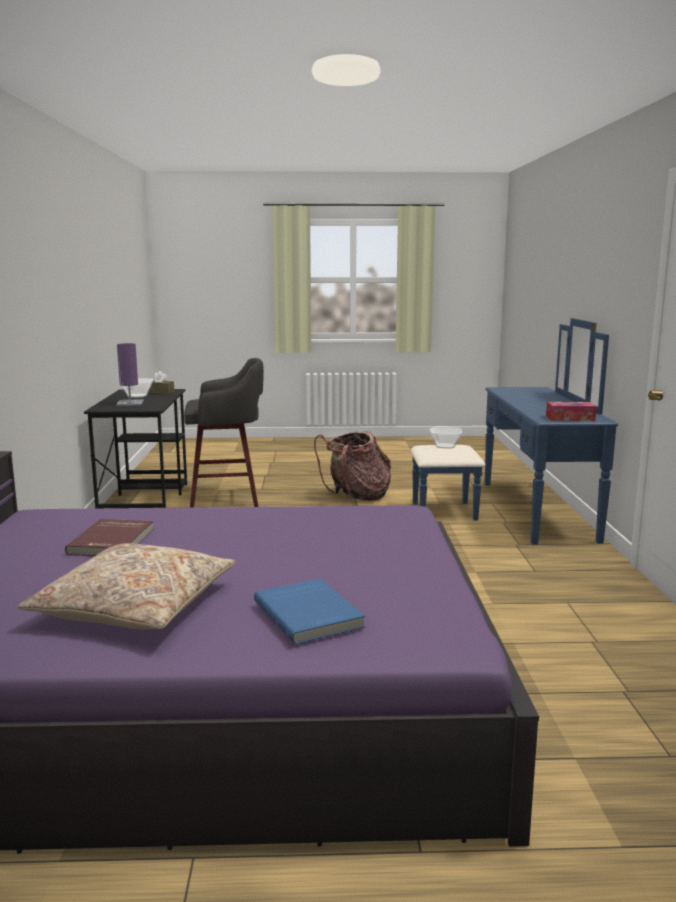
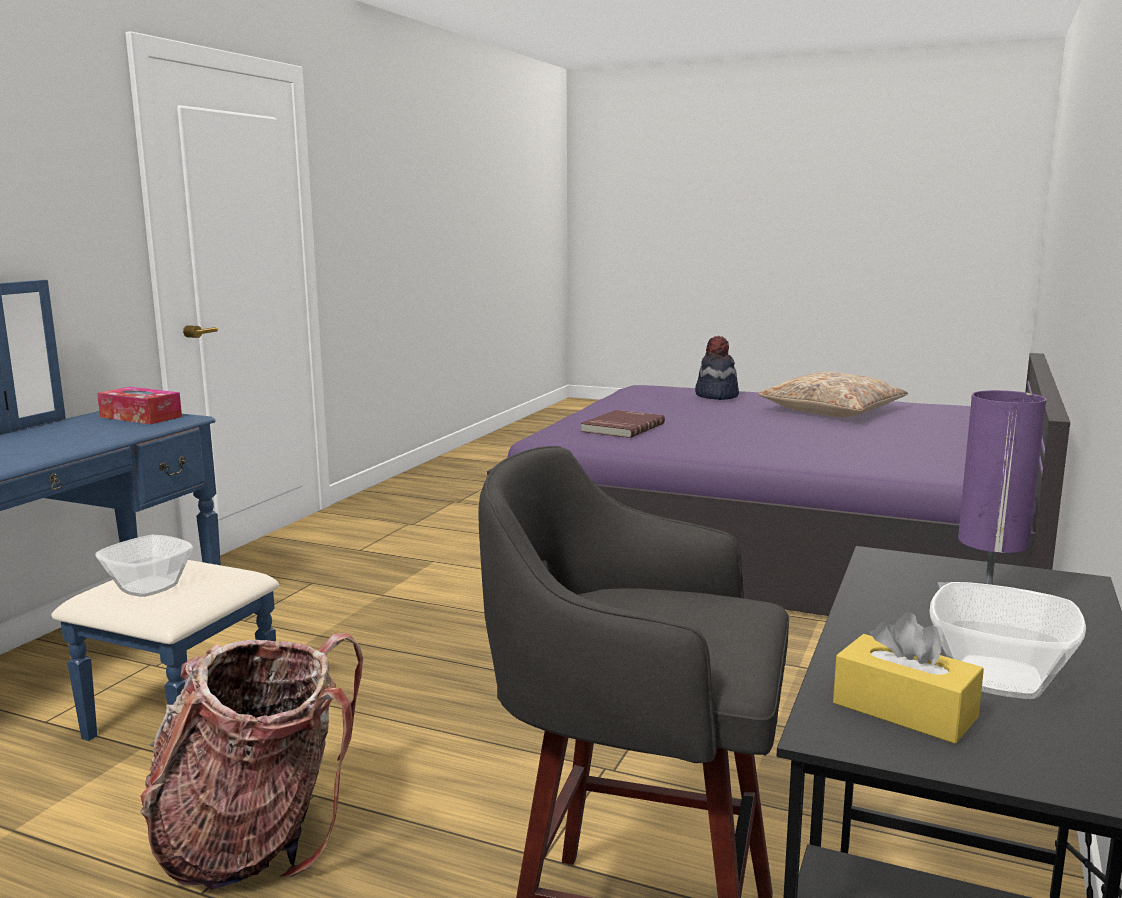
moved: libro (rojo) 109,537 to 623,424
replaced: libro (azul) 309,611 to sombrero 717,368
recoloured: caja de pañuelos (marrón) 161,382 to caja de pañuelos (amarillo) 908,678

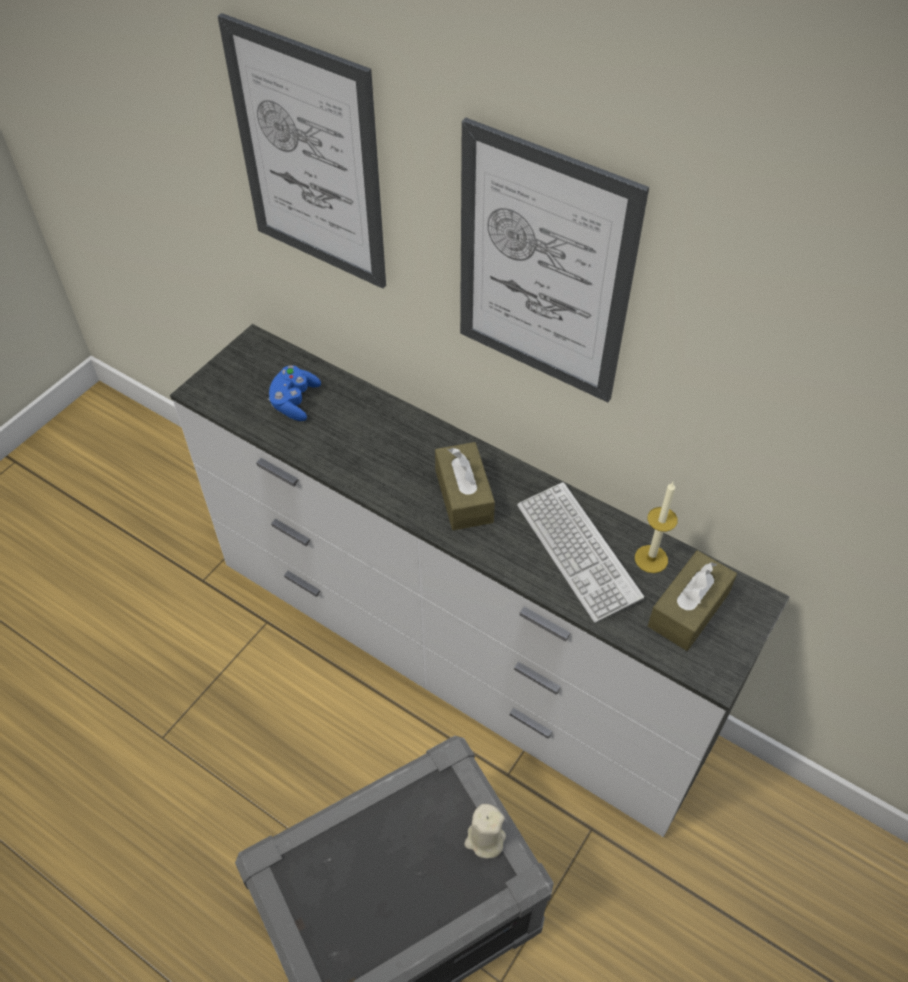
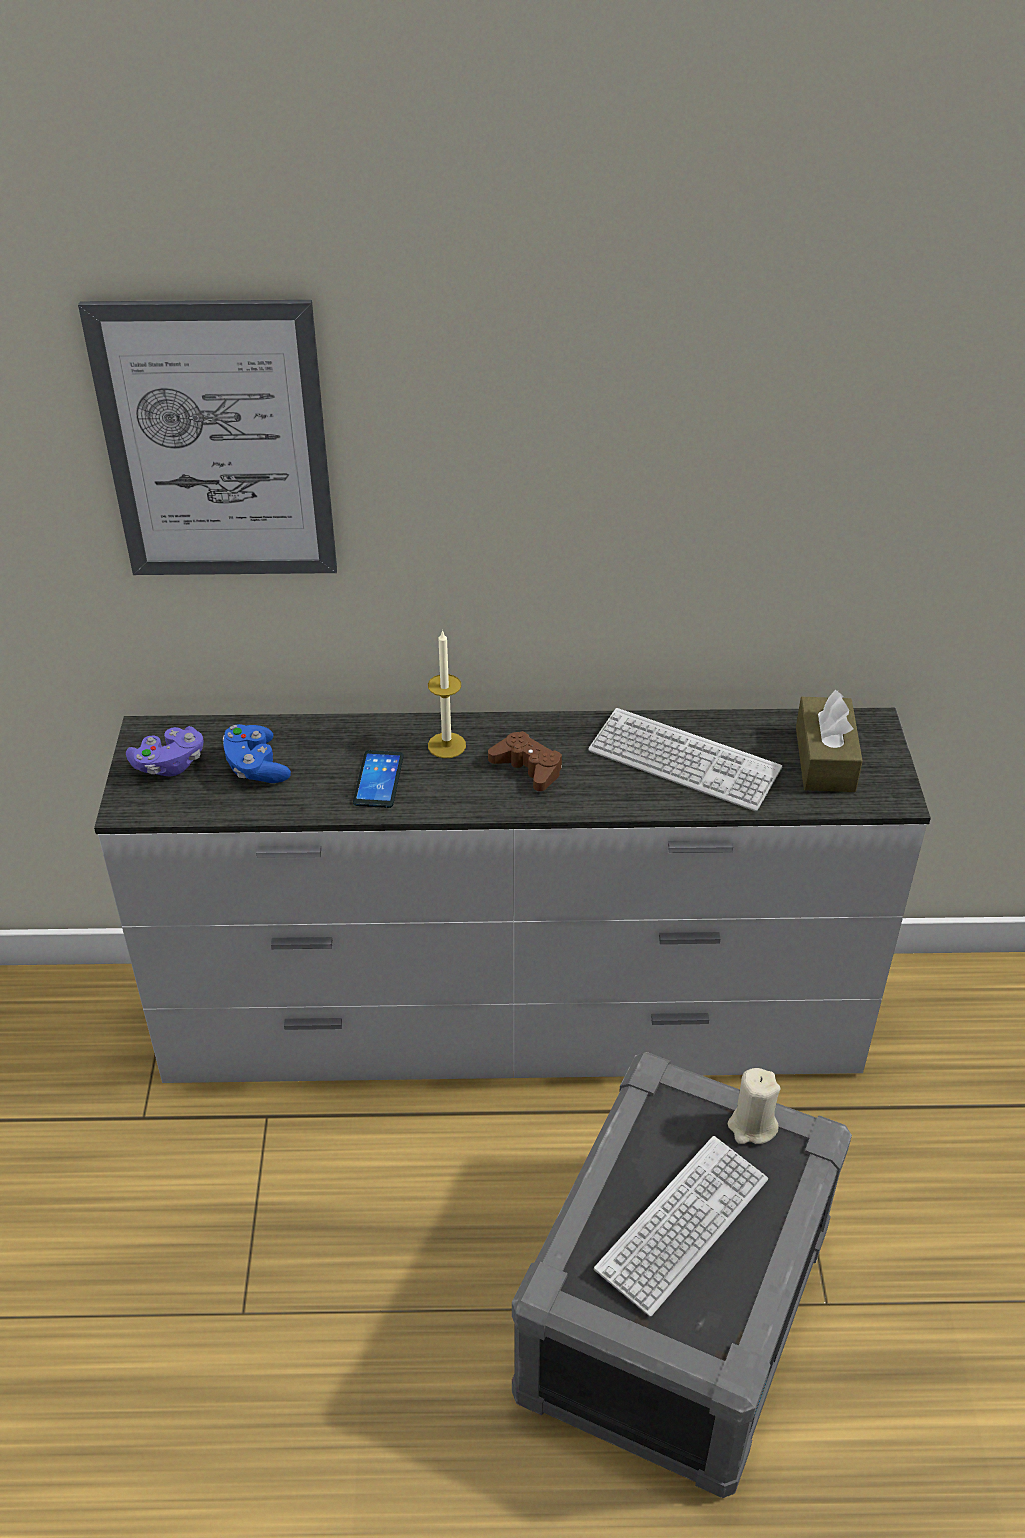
removed: cuadro 554,260
added: mando de consola (morado) 165,751; móvil 378,779; teclado 681,1226
moved: vela 656,527 to 447,694
replaced: caja de pañuelos (marrón) 465,486 to mando de consola (marrón) 525,761

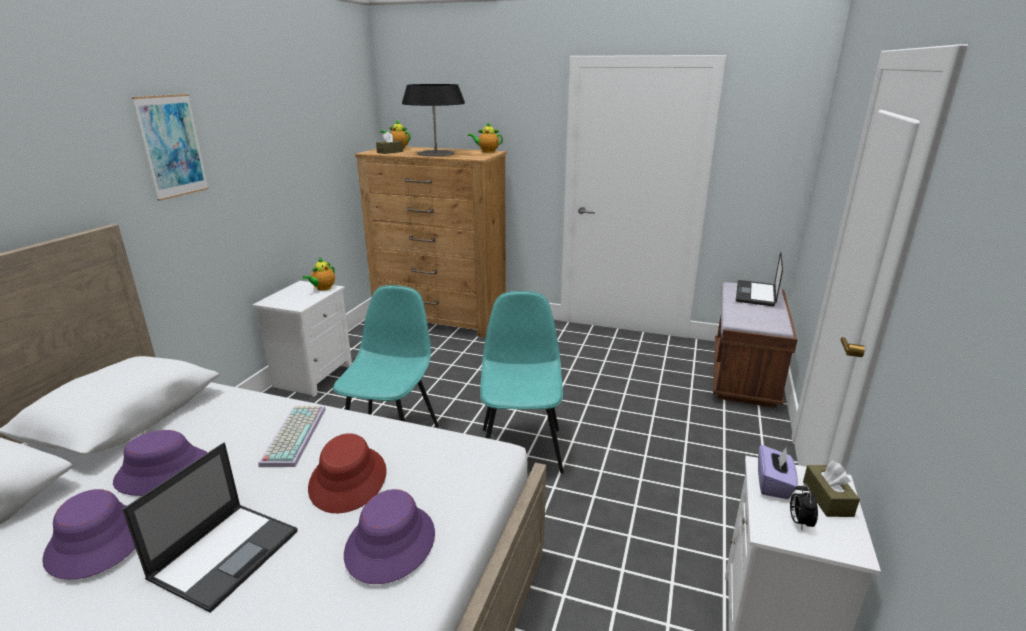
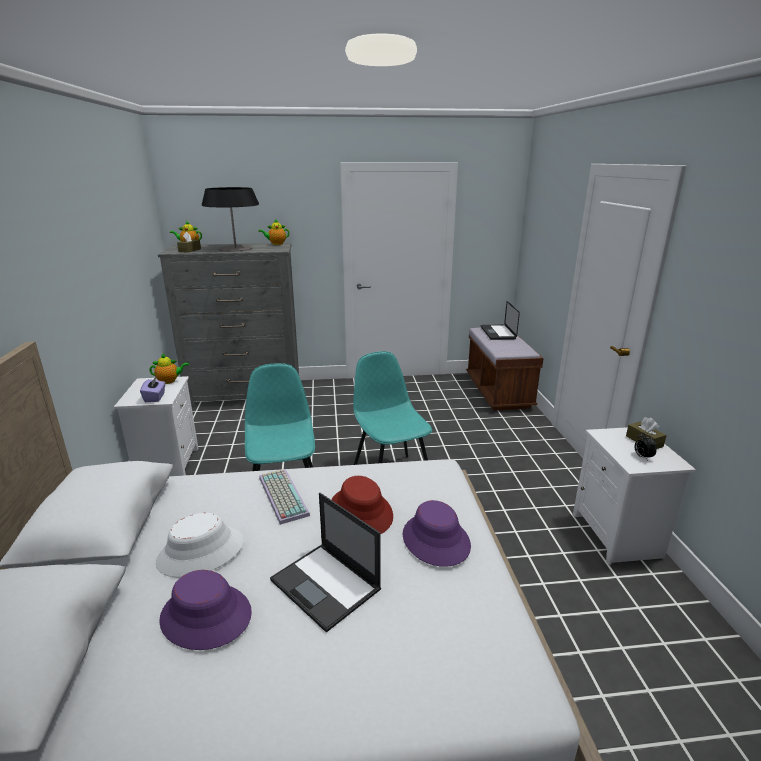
removed: cuadro 170,147
moved: caja de pañuelos (morado) 778,472 to 153,389
recoloured: sombrero (morado) 160,463 to sombrero (blanco) 200,545; cómoda (marrón) 431,242 to cómoda (gris) 228,325
turned: tetera 319,274 = 169,368 105 degrees counterclockwise; portátil 209,527 = 325,563 135 degrees clockwise

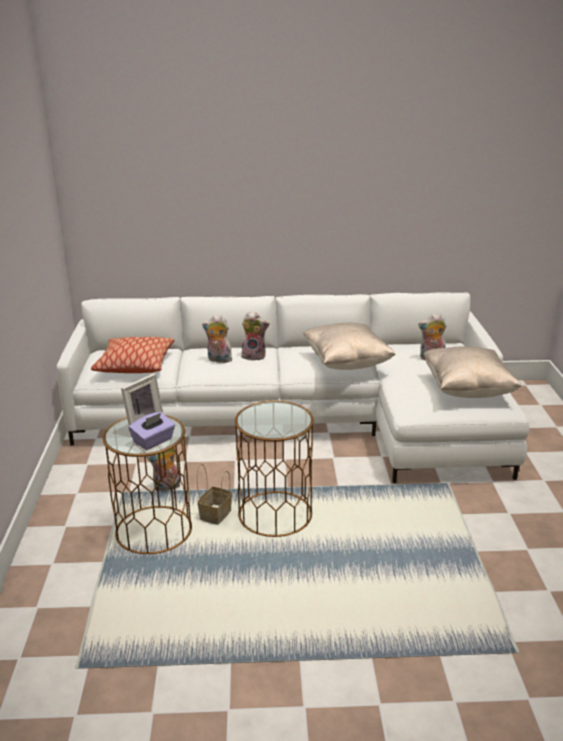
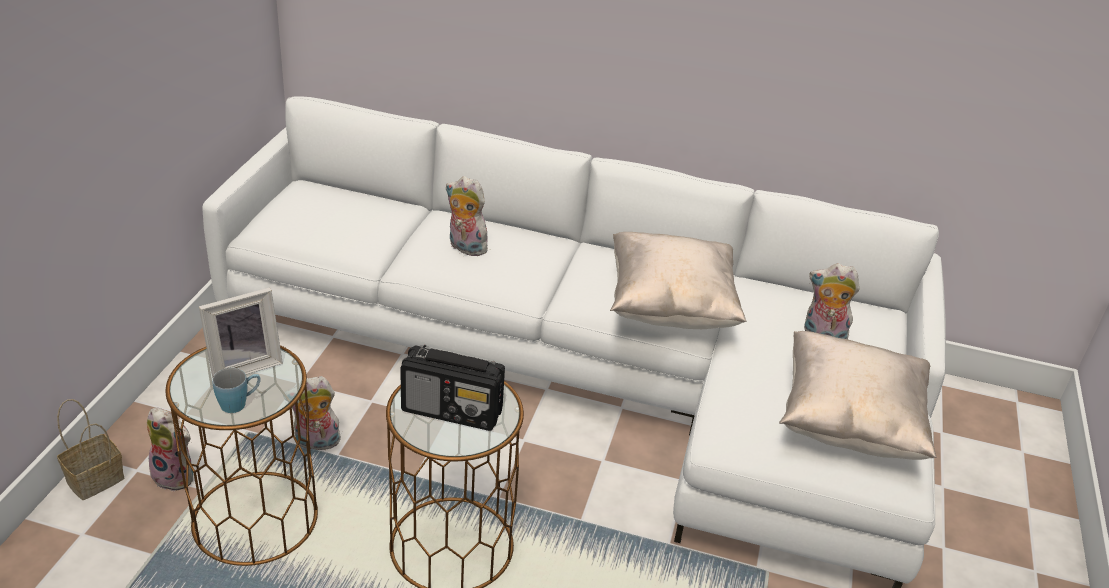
removed: cojín 132,355
added: radio 452,388
moved: cesta 214,494 to 90,449; peluche 255,336 to 170,449
replaced: caja de pañuelos (morado) 151,431 to taza grande (azul) 236,390

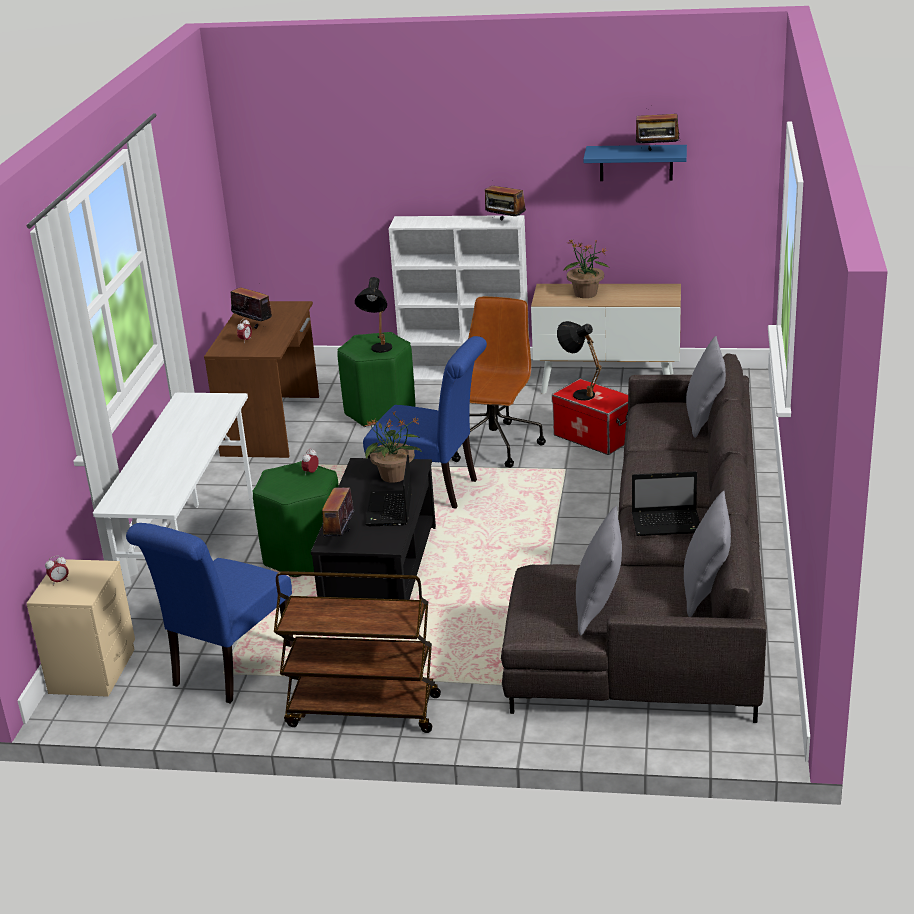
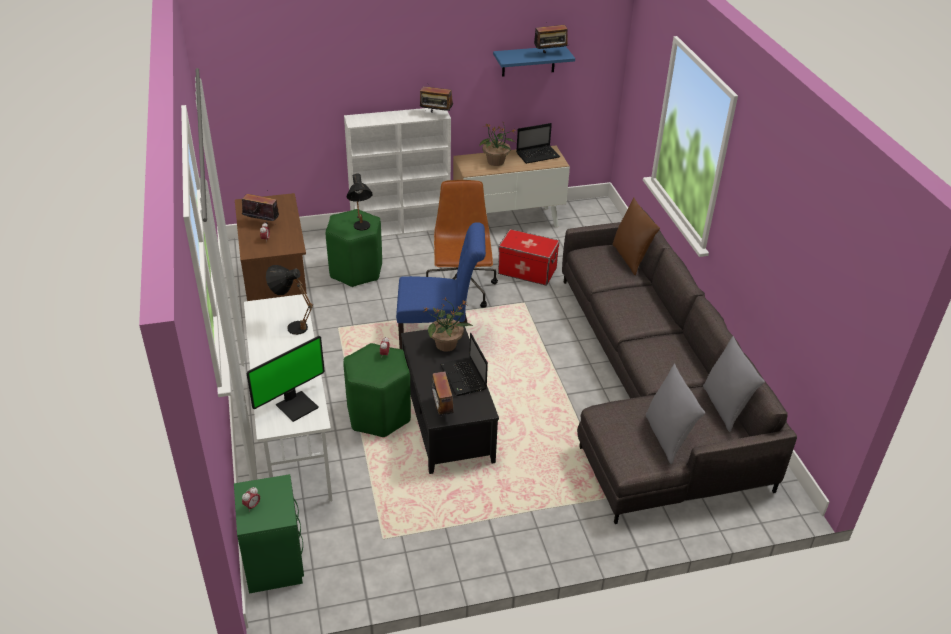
removed: silla (azul) 209,613; carrito (marrón) 357,652
added: monitor 285,379
moved: lámpara de mesa (negro) 579,360 to 289,300; portátil 666,503 to 538,143
recoloured: mesita de noche (beis) 80,628 to mesita de noche (verde) 269,534; cojín (gris) 706,387 to cojín (marrón) 636,236

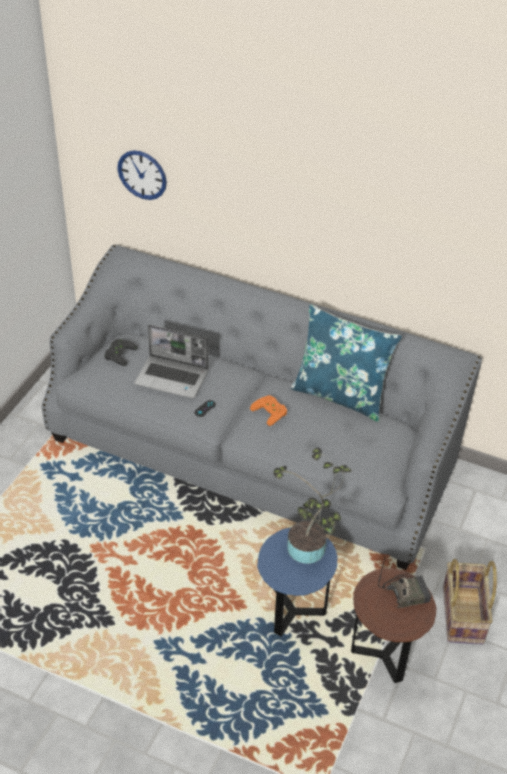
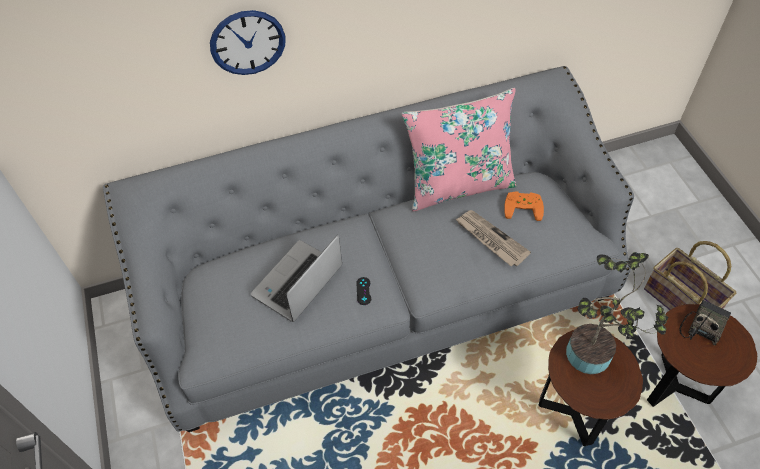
removed: mando de consola (negro) 121,352
added: periódico 493,238
moved: reloj de pared 142,175 to 248,42; mando de consola (naranja) 268,410 to 524,206
recoloured: cojín (azul) 346,363 to cojín (rosa) 459,149; mesa auxiliar (azul) 297,582 to mesa auxiliar (marrón) 591,388
turned: portátil 171,361 = 296,278 150 degrees clockwise

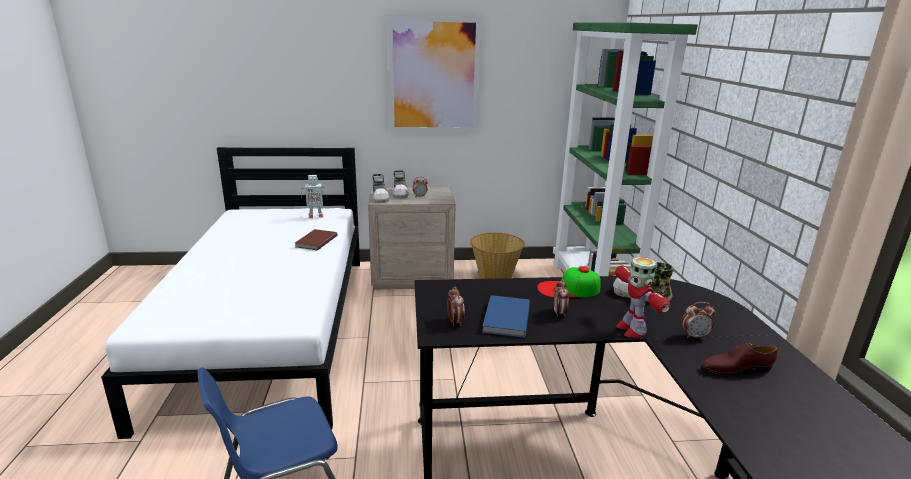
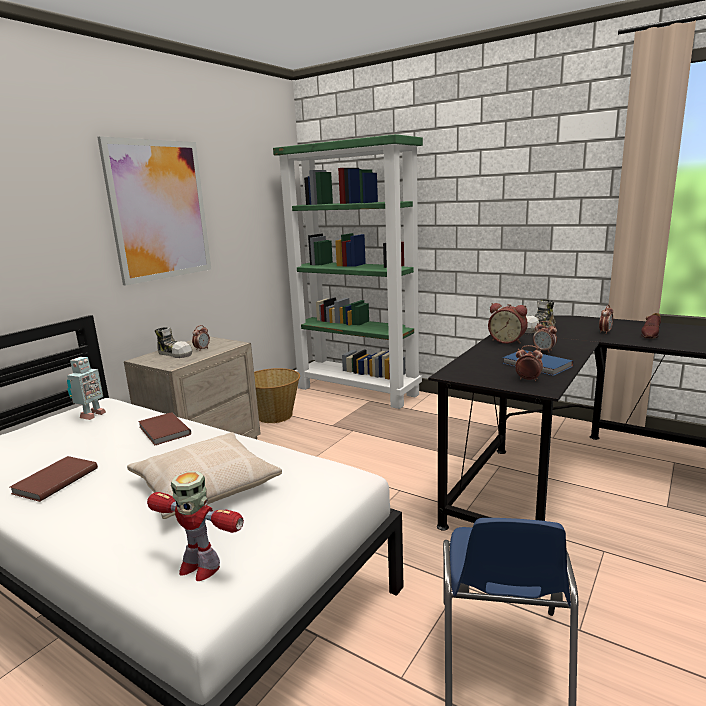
removed: zapato 381,188
added: libro (marrón) 54,479; cojín (beis) 204,475
moved: robot de juguete 642,297 to 195,526
replaced: gorra 569,282 to despertador 508,323

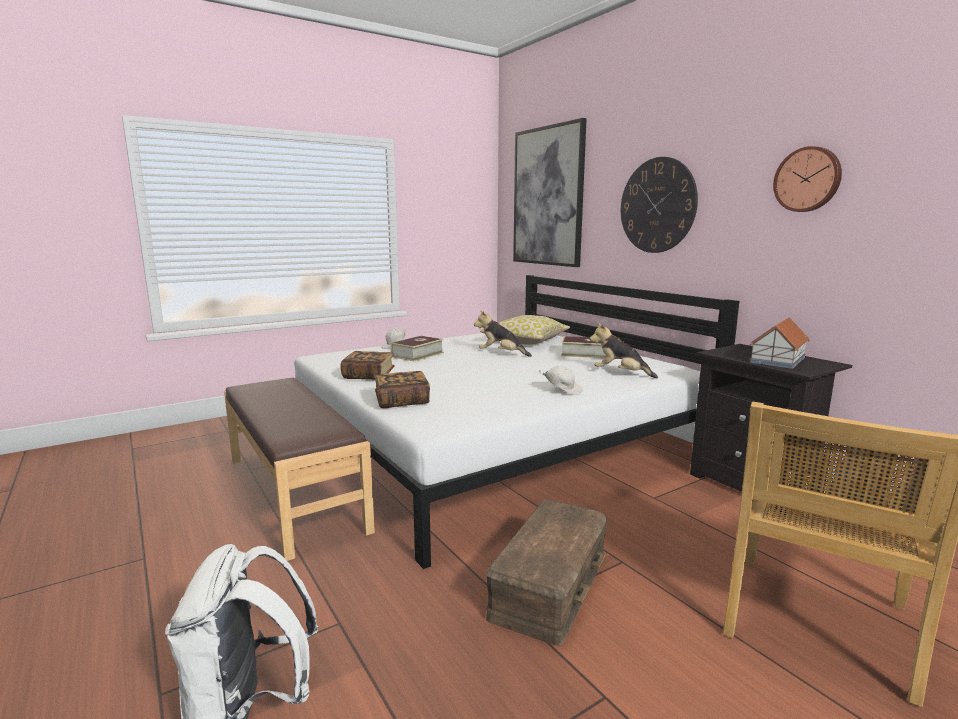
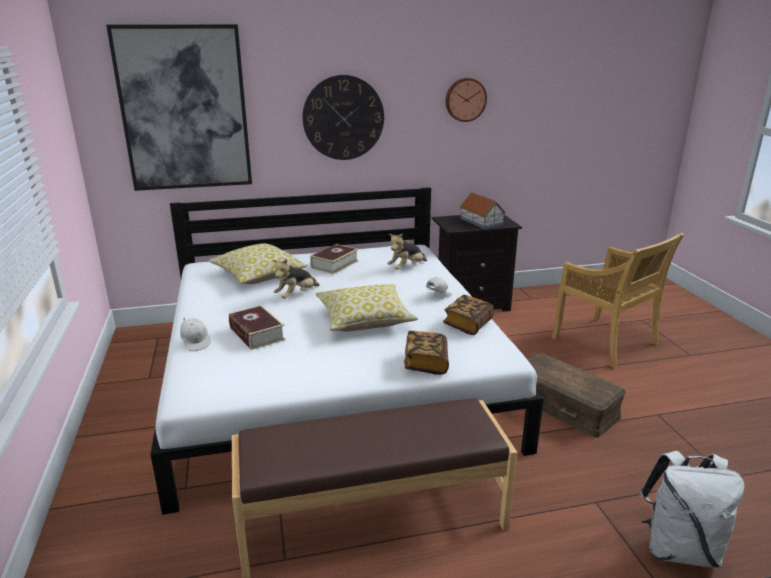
added: cojín 366,308
moved: libro 367,365 to 468,315

